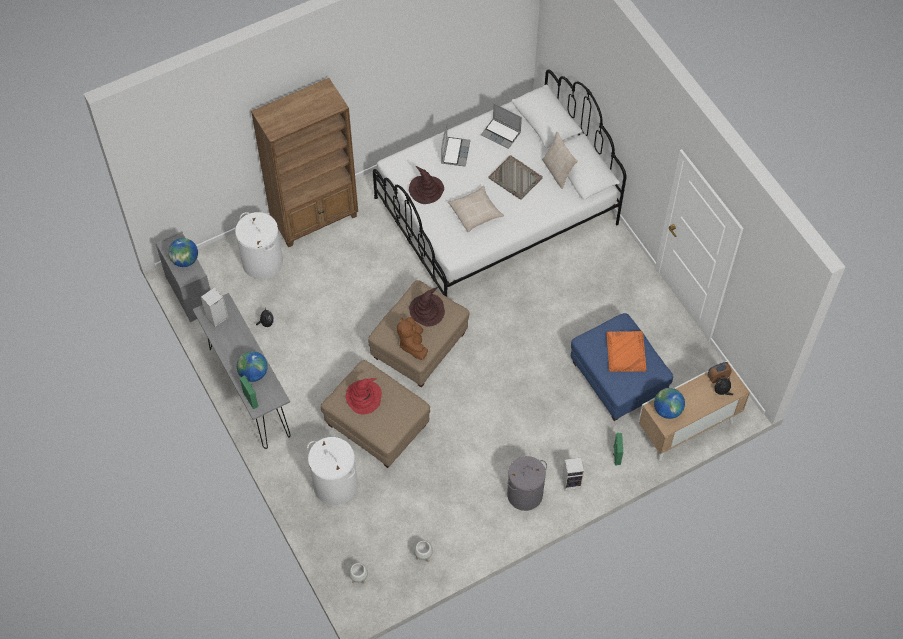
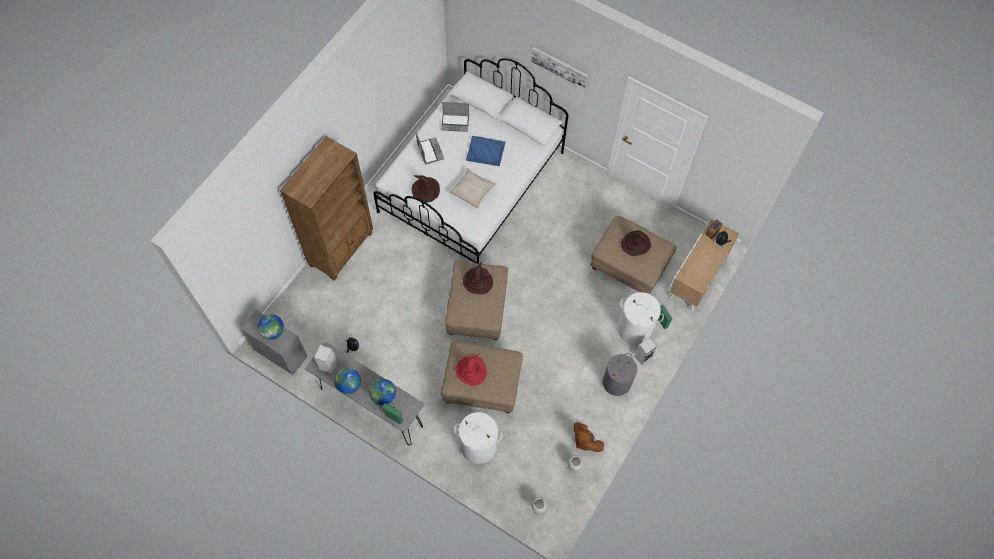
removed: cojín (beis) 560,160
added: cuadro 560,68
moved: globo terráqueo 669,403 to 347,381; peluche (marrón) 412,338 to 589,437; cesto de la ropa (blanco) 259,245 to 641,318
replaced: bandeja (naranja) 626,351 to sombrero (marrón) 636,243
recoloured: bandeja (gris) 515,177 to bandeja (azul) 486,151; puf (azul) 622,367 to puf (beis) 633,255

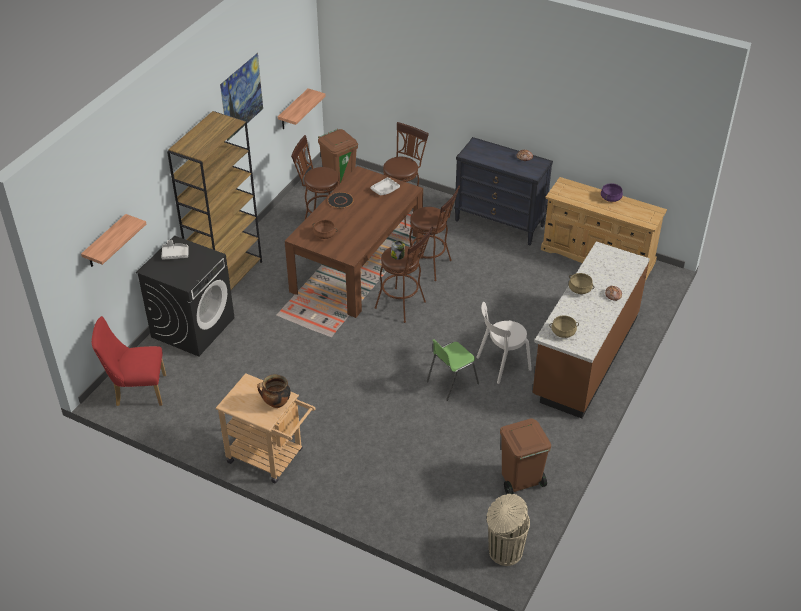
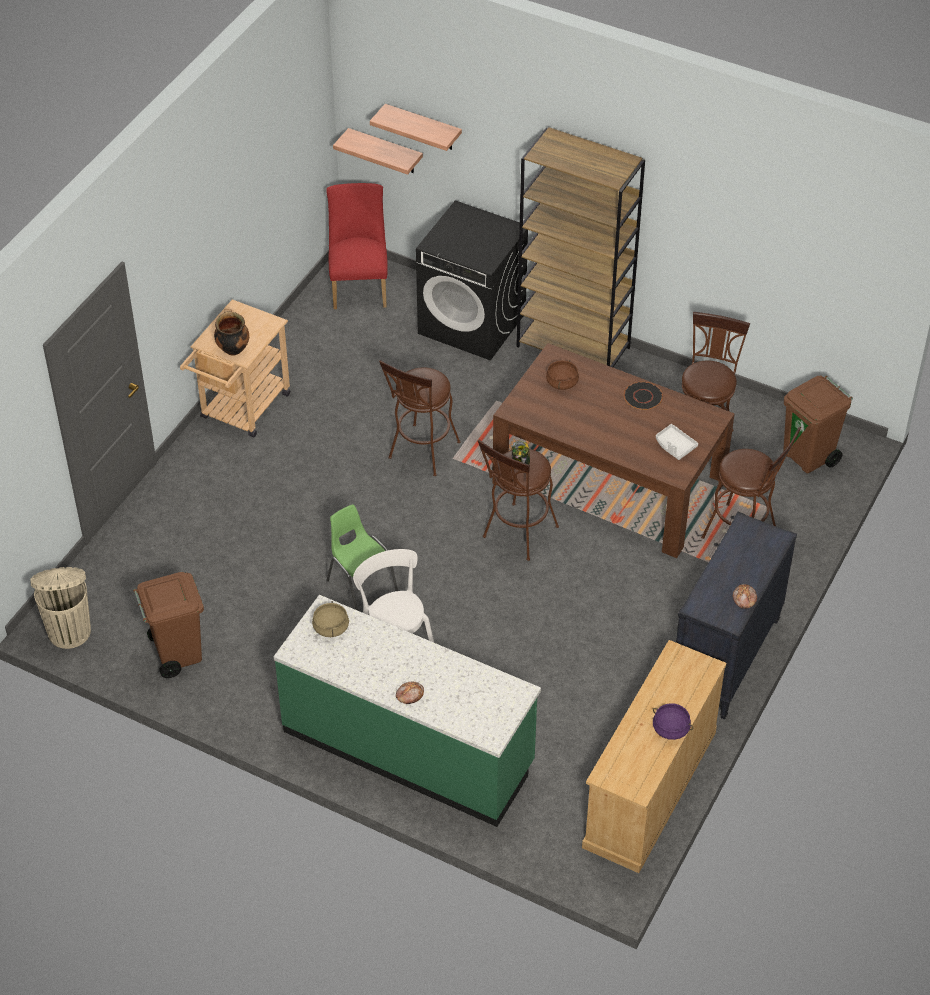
removed: bandeja (blanco) 175,250; cuadro 241,97; olla (beis) 581,283
moved: estante 302,108 to 378,151; taburete (marrón) 434,233 to 420,418
recoloured: mueble bajo de cocina (marrón) 591,330 to mueble bajo de cocina (verde) 407,711

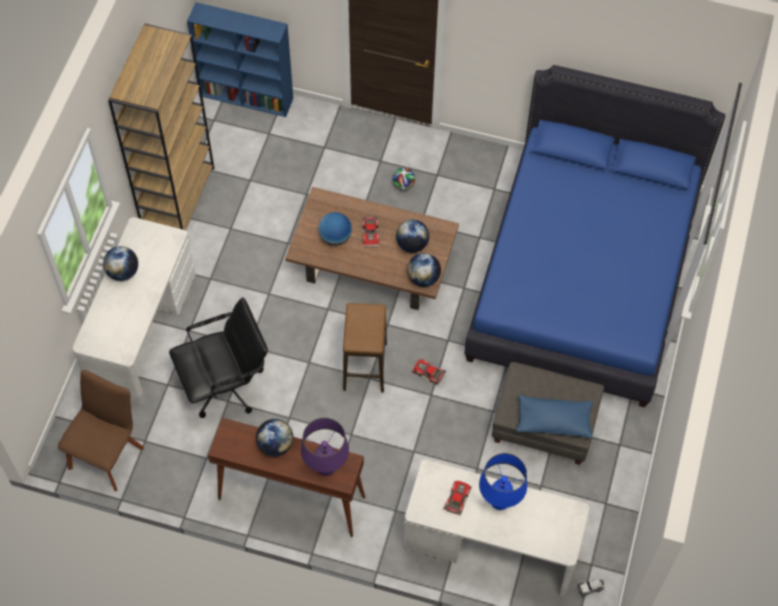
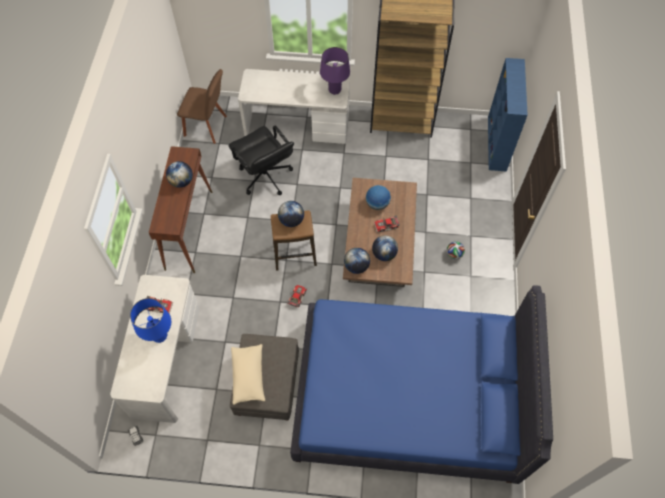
moved: globo terráqueo 120,263 to 291,214; lámpara de mesa (morado) 325,447 to 335,71
recoloured: cojín (azul) 555,416 to cojín (beis) 248,374

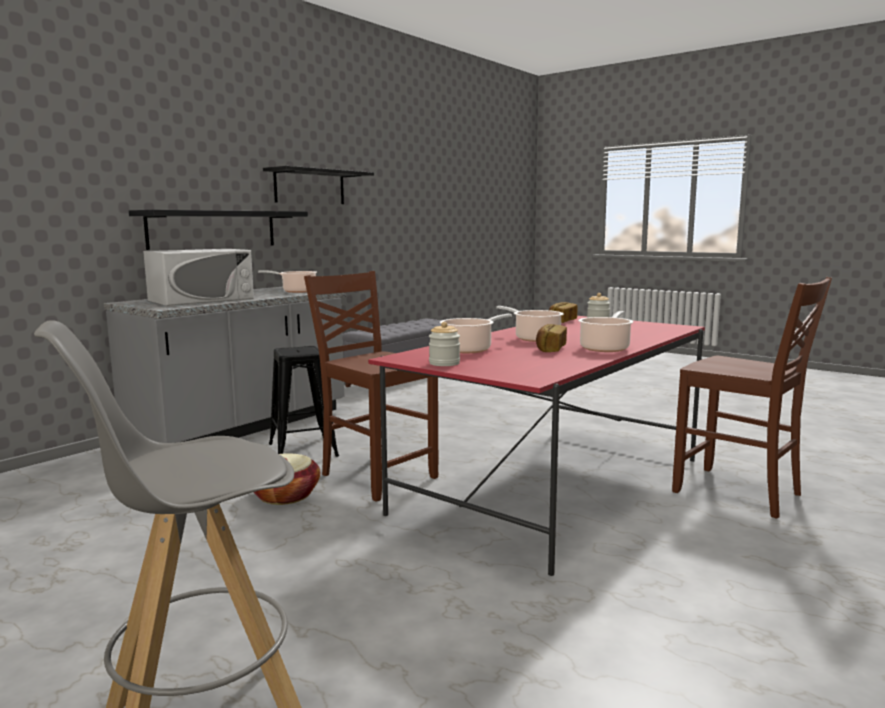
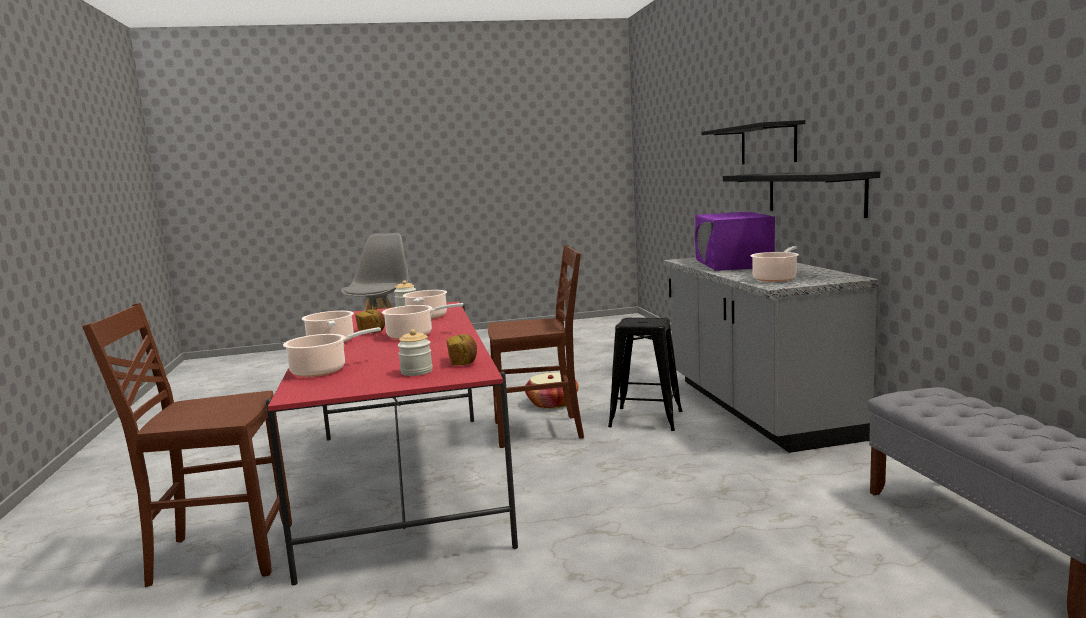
added: olla 332,352
moved: estante (negro) 318,185 to 753,142
recoloured: microondas (blanco) 198,277 to microondas (morado) 735,241

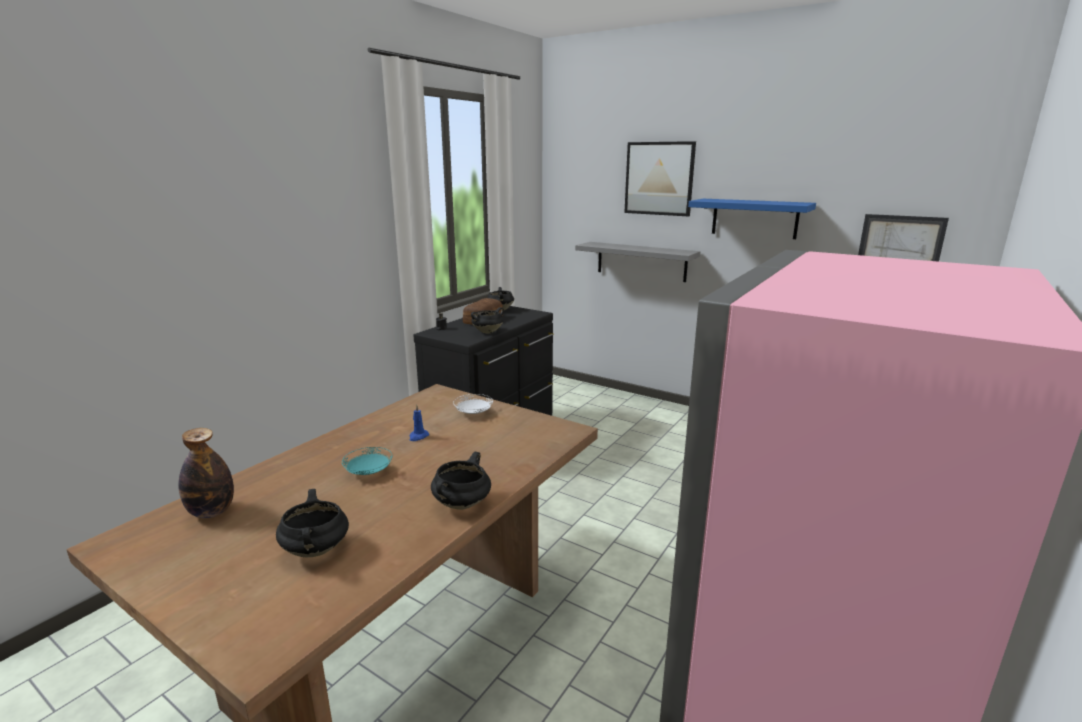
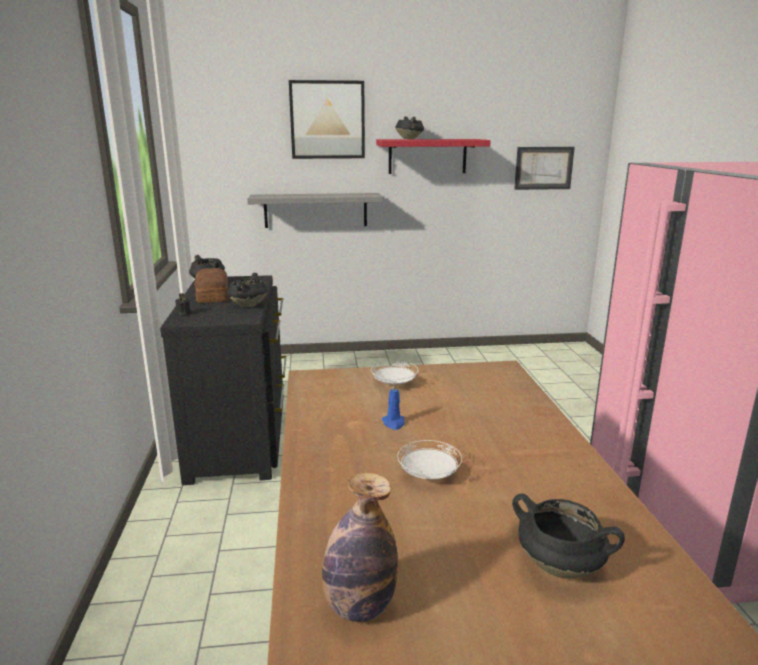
moved: olla (negro) 461,481 to 409,128
recoloured: estante (azul) 752,219 to estante (rojo) 433,156; plato (turquesa) 367,461 to plato (blanco) 429,459

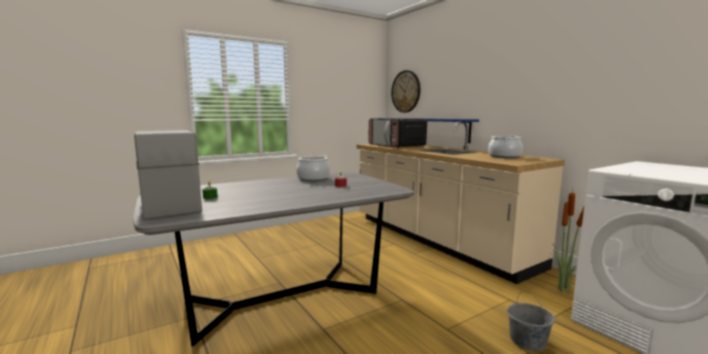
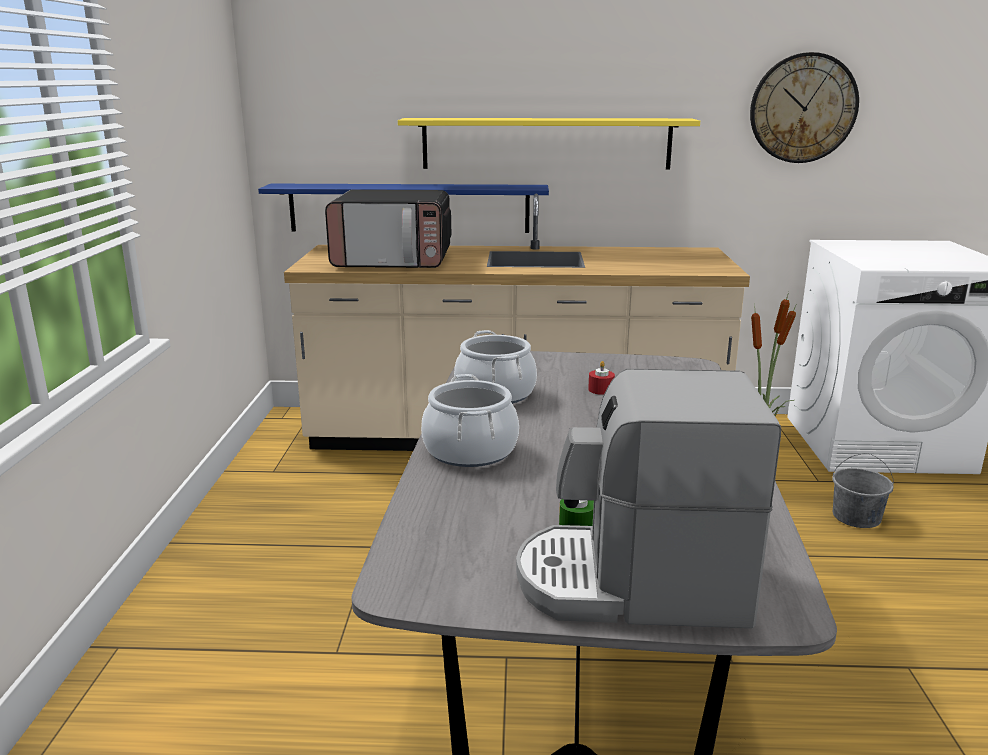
added: estante (amarillo) 549,144
moved: olla 505,146 to 470,420; reloj de pared 405,91 to 804,107

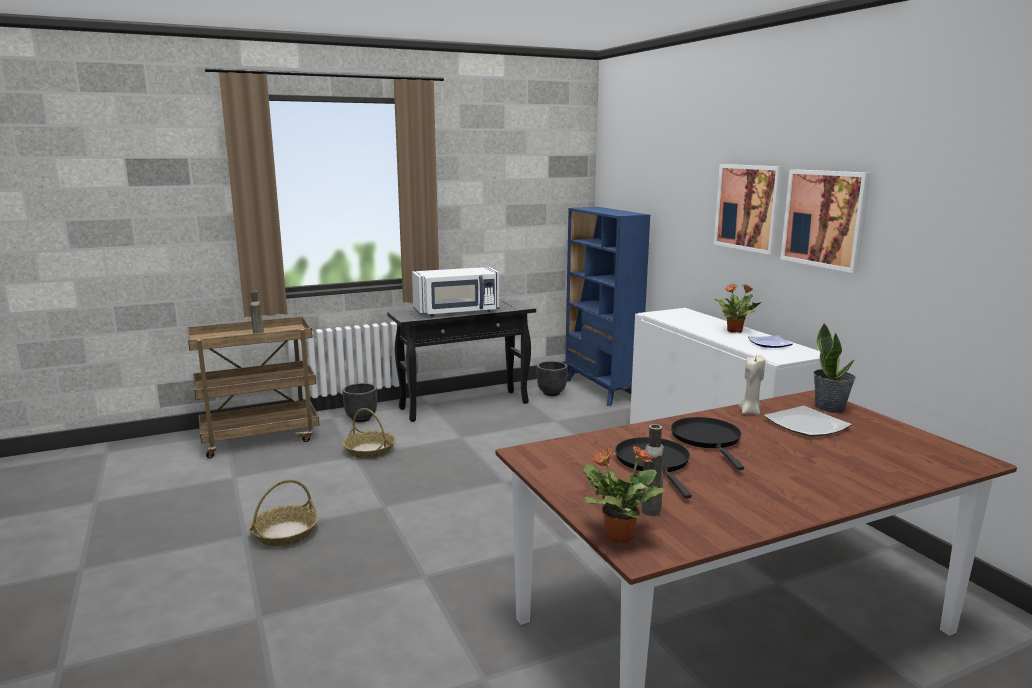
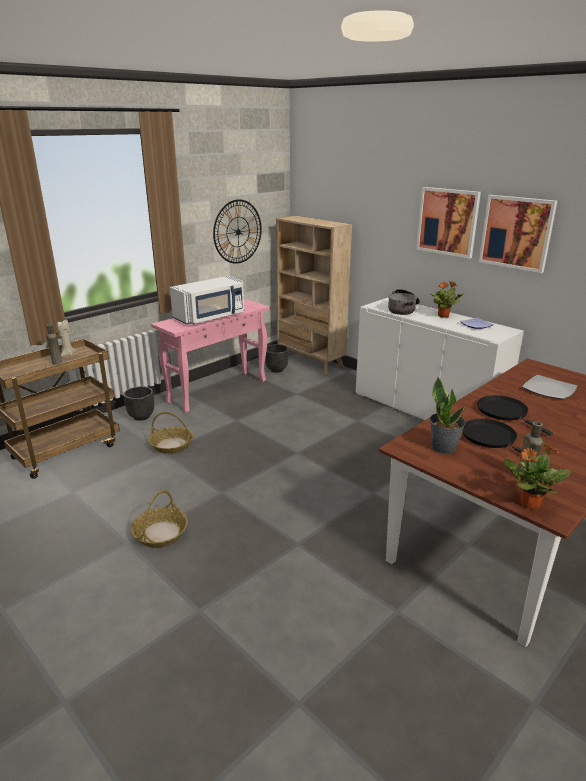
added: reloj de pared 237,231; olla 404,302
moved: vela (beis) 751,385 to 66,338; planta en maceta 834,368 to 448,415
recoloured: mesa consola (negro) 461,361 to mesa consola (rosa) 210,356; estantería (azul) 607,306 to estantería (beis) 314,295

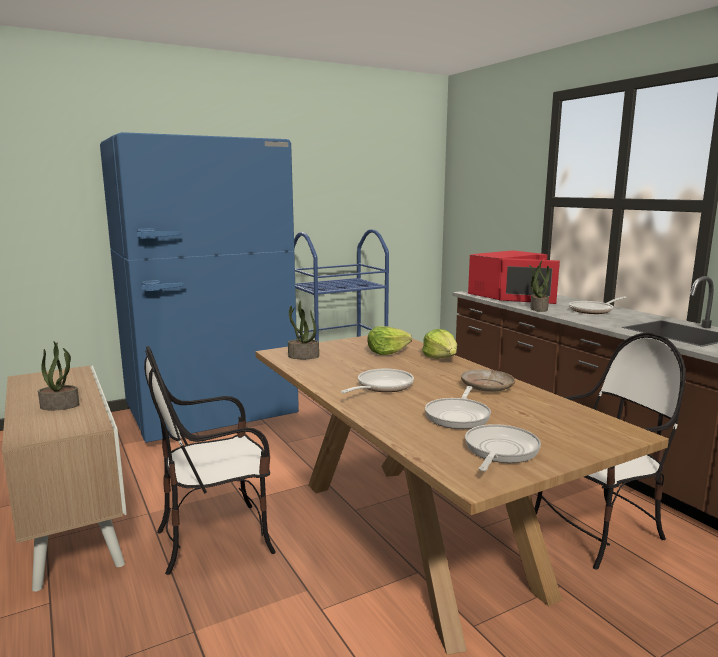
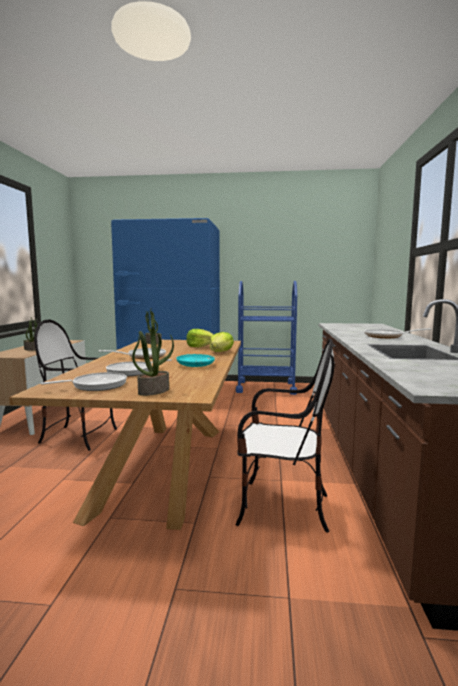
removed: microondas (rojo) 514,277
moved: planta en maceta 539,286 to 153,361
recoloured: plato (beis) 488,380 to plato (turquesa) 195,360

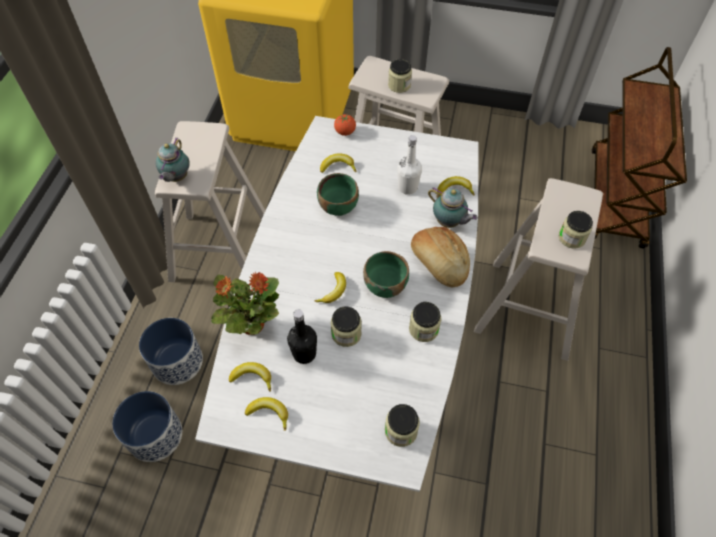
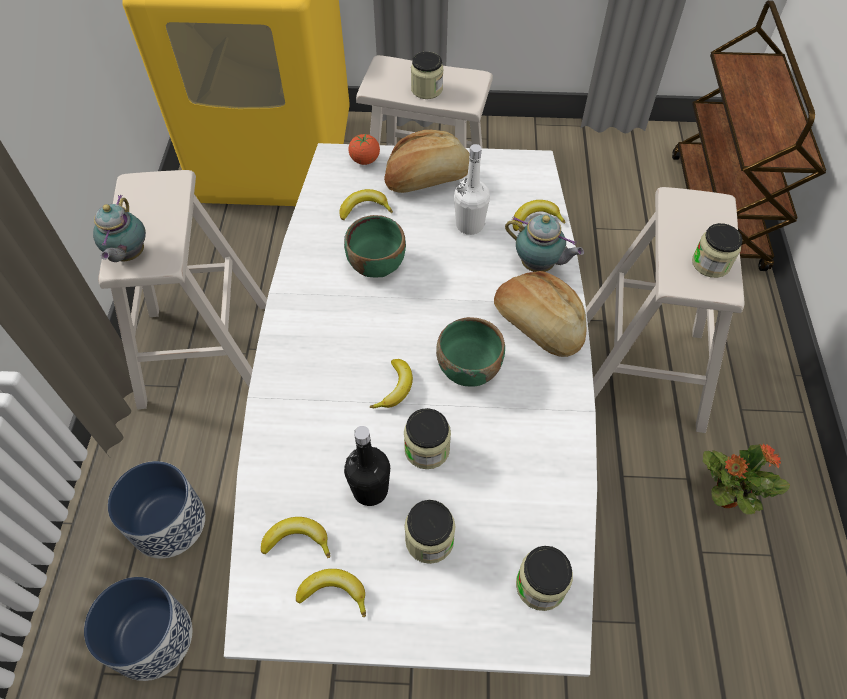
added: pan 427,161
moved: tarro 425,322 to 430,532; planta en maceta 245,303 to 746,479

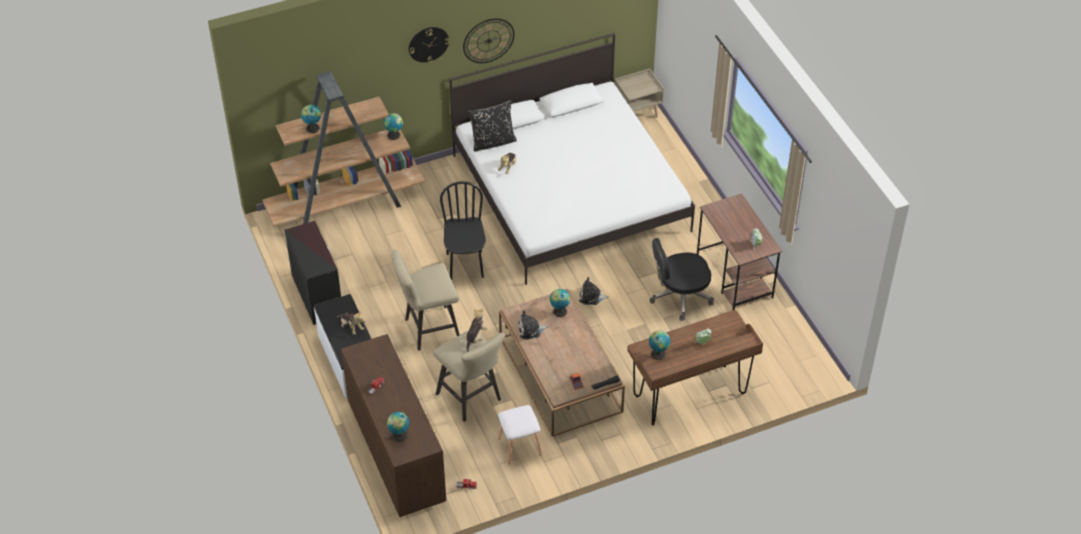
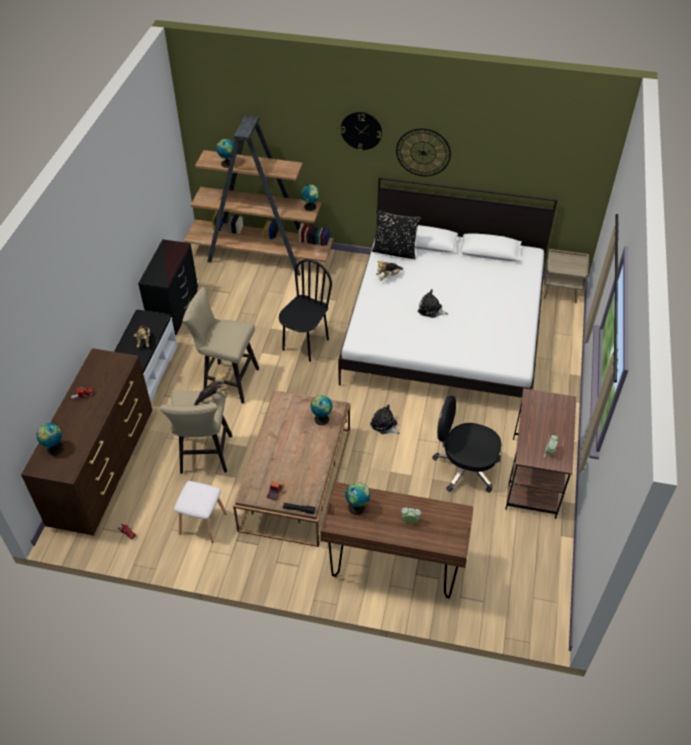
moved: peluche 533,325 to 433,303

